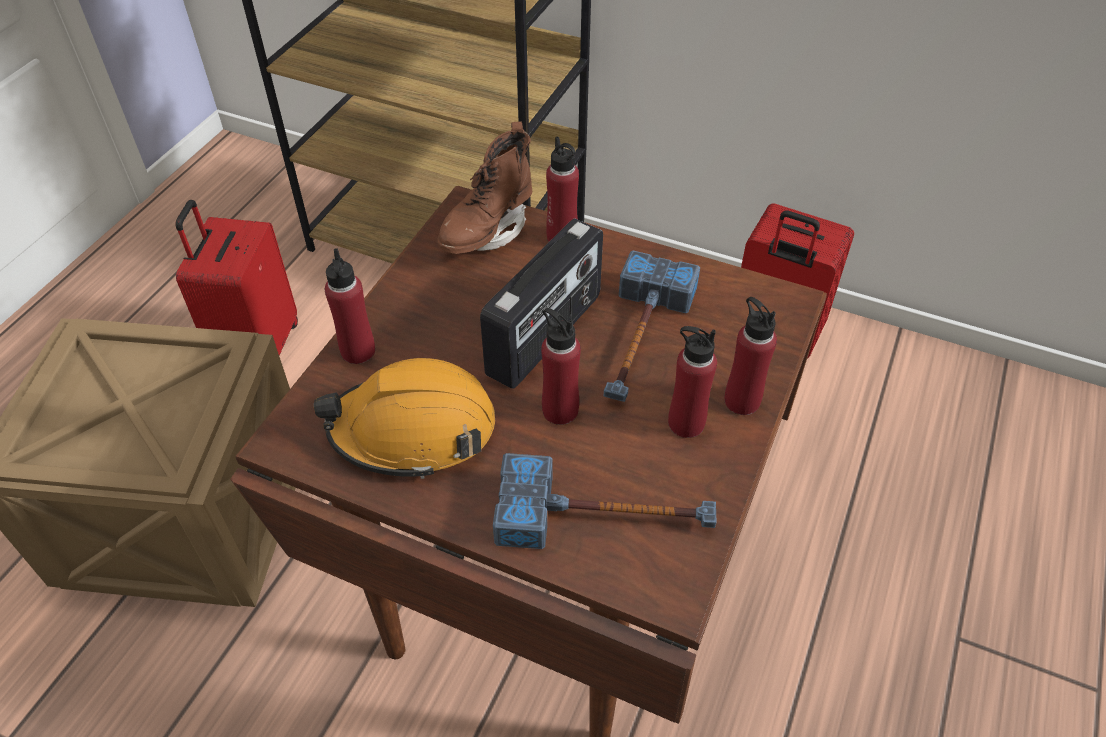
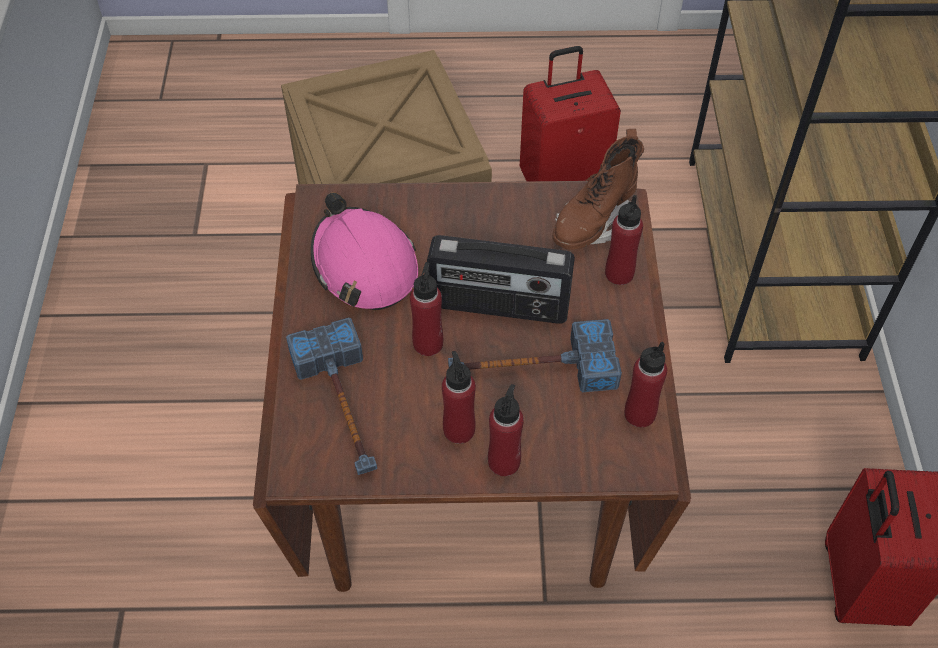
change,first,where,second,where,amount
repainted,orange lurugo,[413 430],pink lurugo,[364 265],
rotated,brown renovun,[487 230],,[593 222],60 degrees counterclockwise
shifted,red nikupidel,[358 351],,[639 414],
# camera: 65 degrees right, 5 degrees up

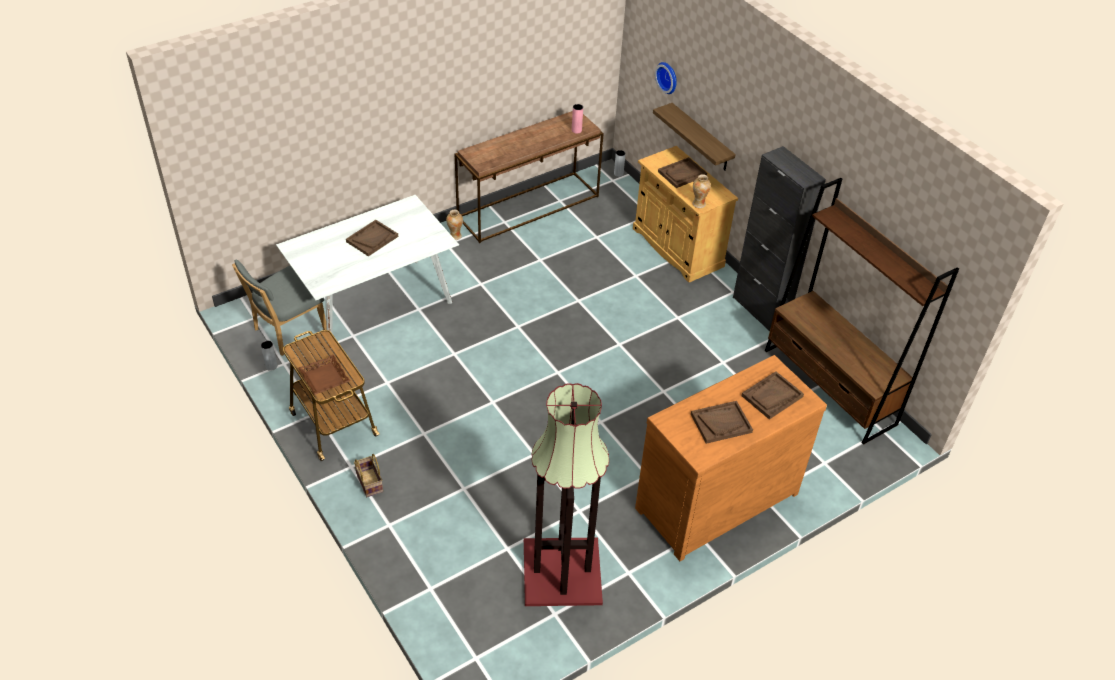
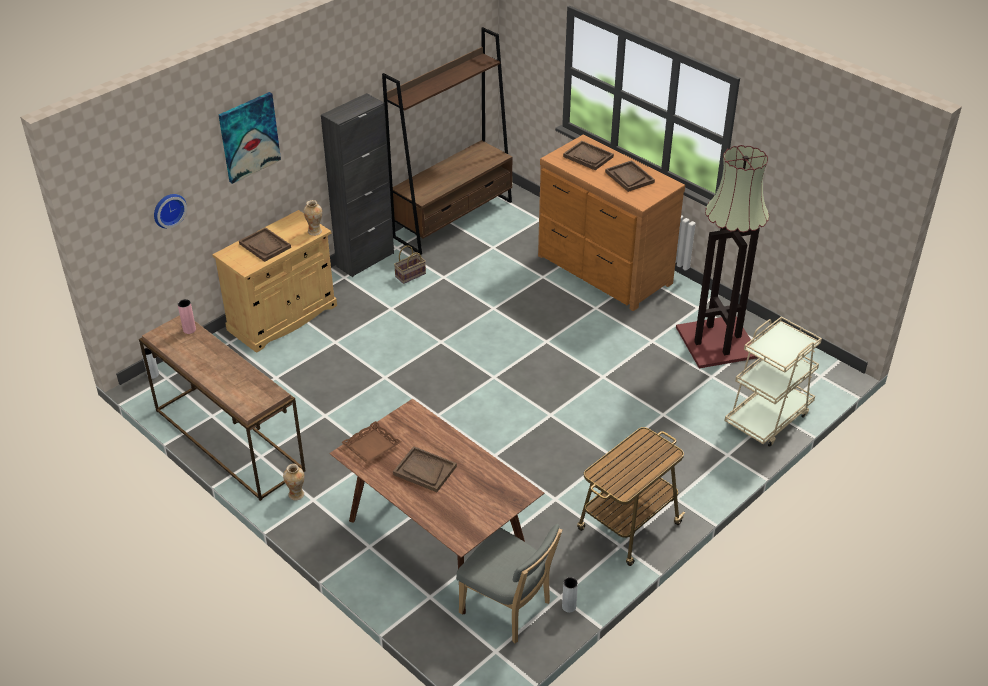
change,first,where,second,where,amount
new,,,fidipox,[249 137],
repainted,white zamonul,[374 305],brown zamonul,[439 539],
shifted,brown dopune,[324 378],,[372 446],
shifted,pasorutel,[368 482],,[410 276],
new,,,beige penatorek,[768 418],
gone,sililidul,[701 138],,,
# camera: 100 degrees left, 5 degrees down

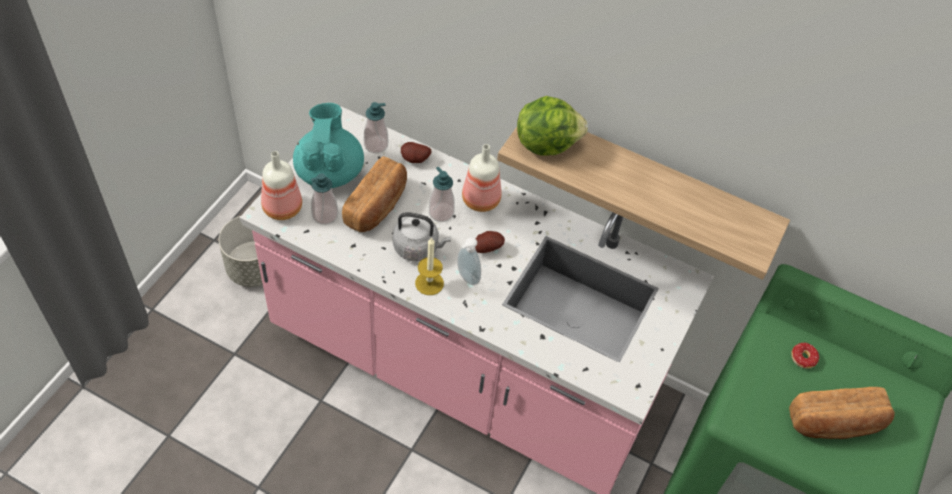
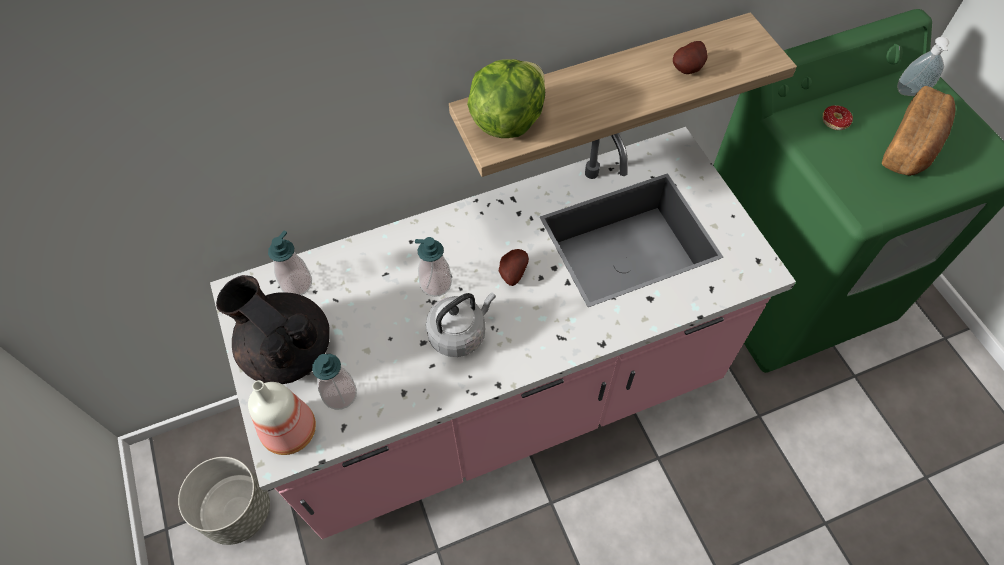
change,first,where,second,where,amount
repainted,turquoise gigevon,[329 171],black gigevon,[287 350],
shifted,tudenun,[415 160],,[689 69],
shifted,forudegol,[466 278],,[911 94],
gone,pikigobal,[377 206],,,
gone,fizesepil,[429 283],,,
gone,nikupidel,[481 199],,,
# camera: 45 degrees left, 5 degrees up

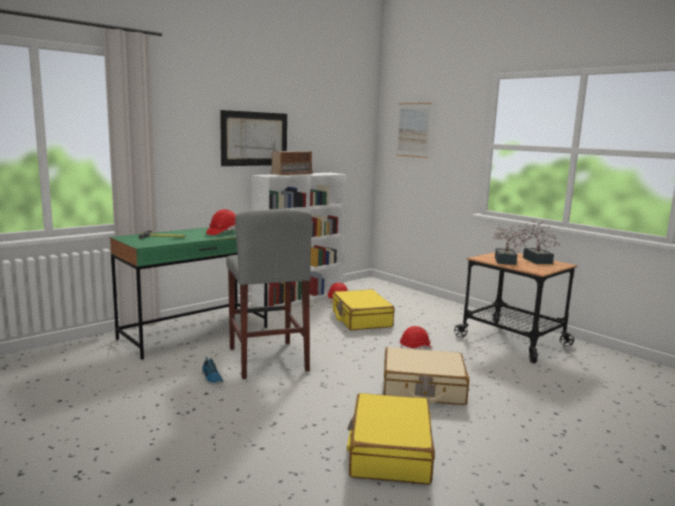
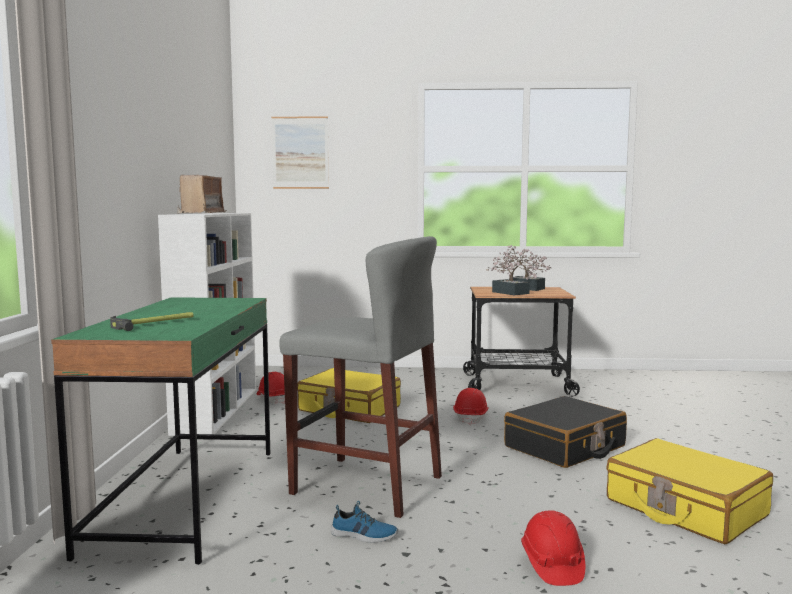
change,first,where,second,where,amount
repainted,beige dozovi,[423 388],black dozovi,[565 447],
shifted,red lurugo,[223 232],,[552 565],
gone,fidipox,[254 139],,,
# camera: 45 degrees left, 5 degrees down

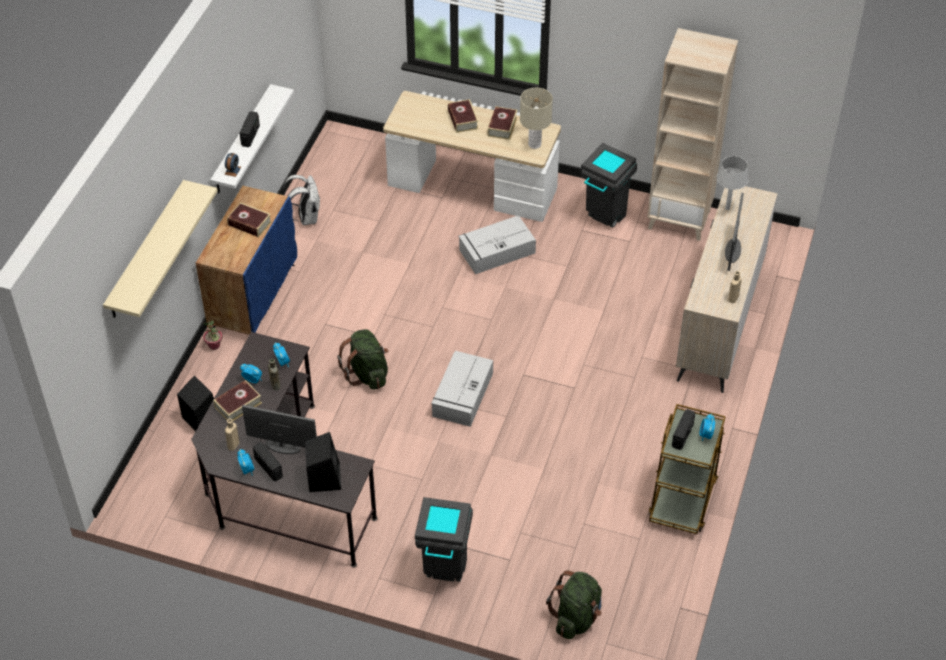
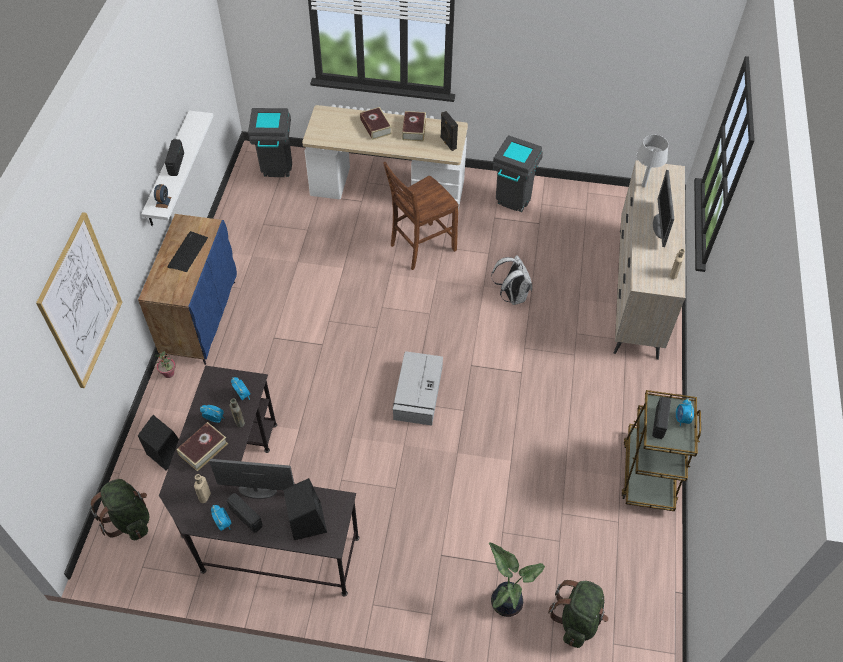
change,first,where,second,where,amount
swapped,beige sililidul,[146 250],fidipox,[81 302],
shifted,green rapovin,[367 374],,[129 519],
swapped,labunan,[249 223],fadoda,[188 252],
shifted,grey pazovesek,[444 574],,[277 173],
swapped,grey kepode,[496 252],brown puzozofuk,[421 247],
swapped,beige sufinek,[535 144],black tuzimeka,[447 143],
new,,,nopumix,[507 600],
shifted,white rapovin,[306 217],,[512 296],
gone,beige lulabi,[679 219],,,
# camera: 10 degrees left, 5 degrees up

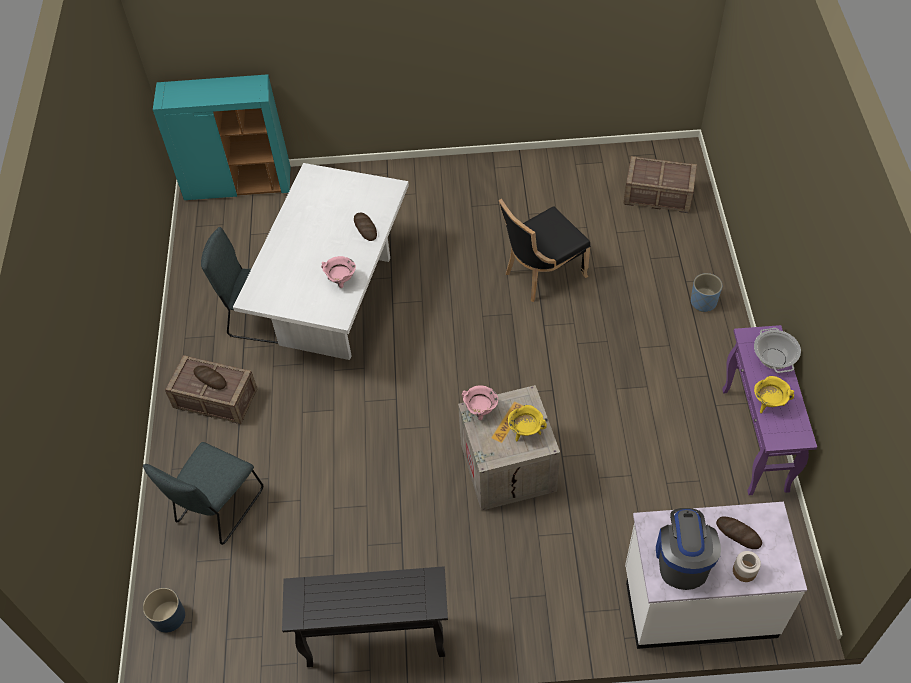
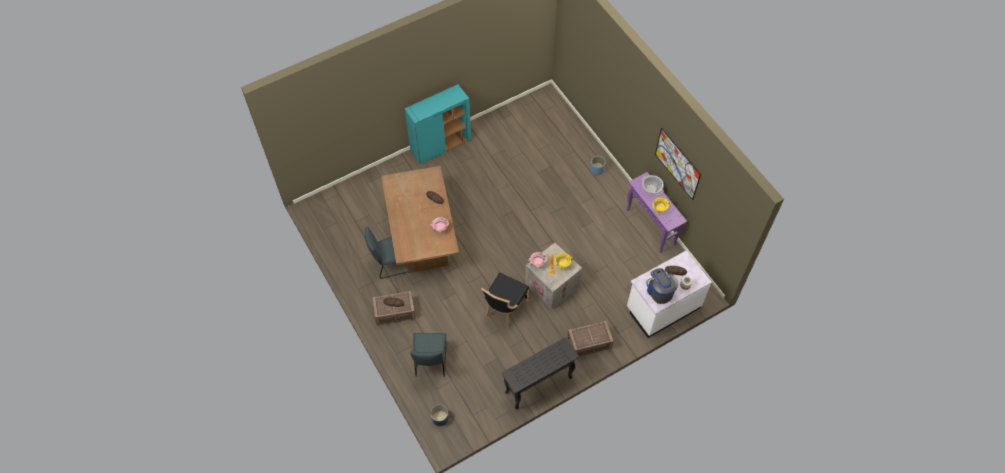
change,first,where,second,where,amount
repainted,white zamonul,[336 301],brown zamonul,[423 239],
shifted,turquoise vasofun,[238 184],,[441 145],
shifted,black puzozofuk,[541 274],,[504 308],
shifted,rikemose,[658 195],,[589 343],
new,,,fidipox,[677 163],
# camera: 30 degrees left, 5 degrees up

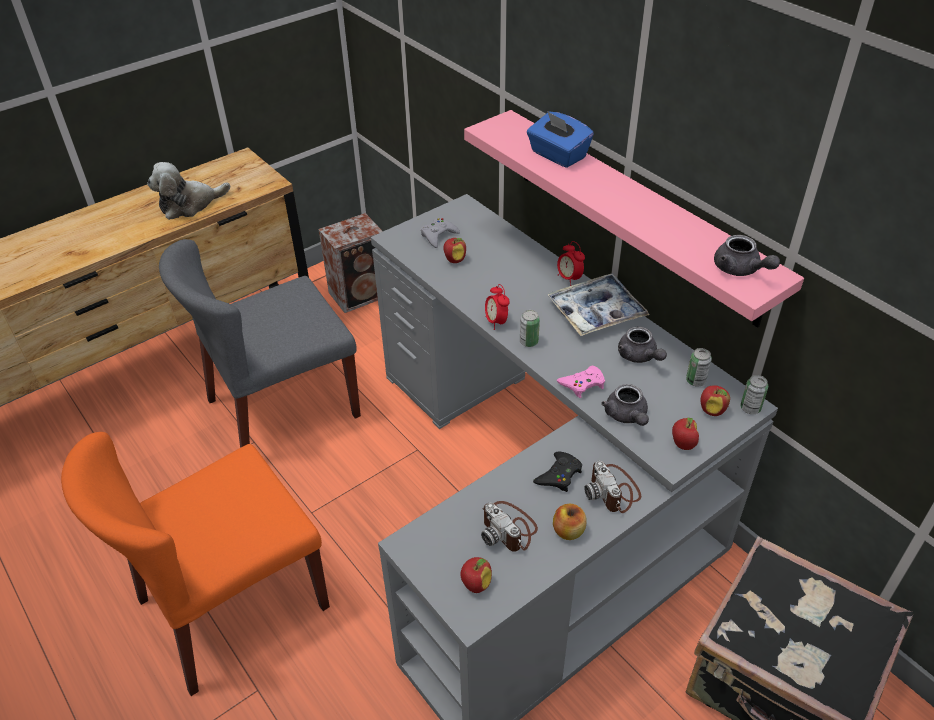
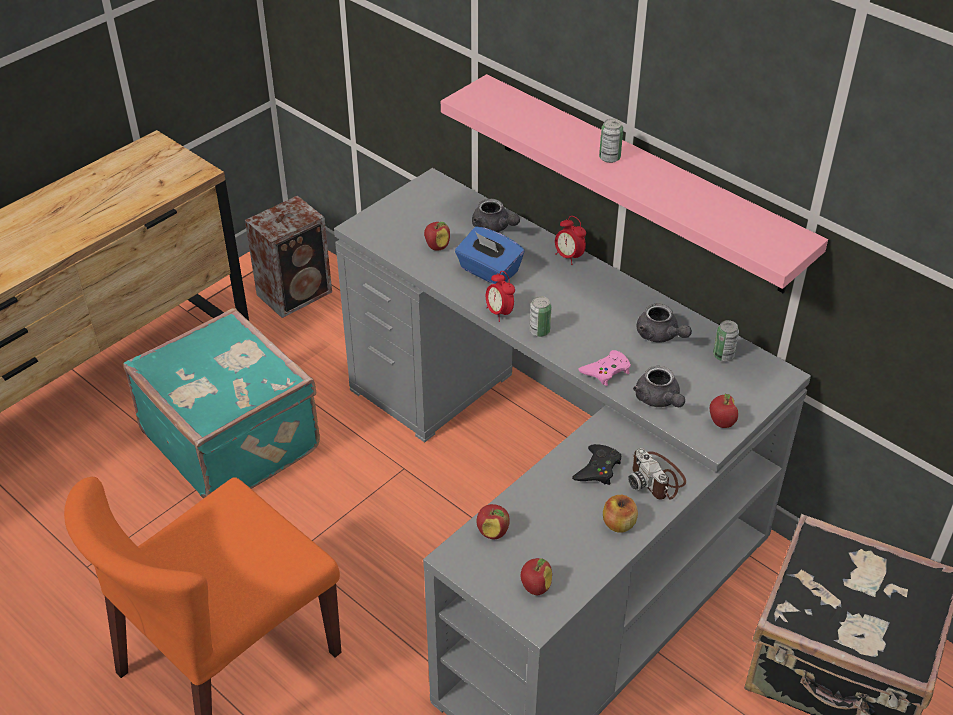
change,first,where,second,where,amount
swapped,grey puzozofuk,[282 409],turquoise dozovi,[233 439],
shifted,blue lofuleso,[557 155],,[488 271],
shifted,grey gigevon,[740 270],,[494 228],
shifted,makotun,[712 410],,[493 532],
shifted,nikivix,[750 408],,[609 158],
gone,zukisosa,[189 205],,,
gone,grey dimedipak,[438 235],,,
gone,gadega,[509 528],,,
gone,dopune,[596 312],,,
# camera: 10 degrees left, 0 degrees up

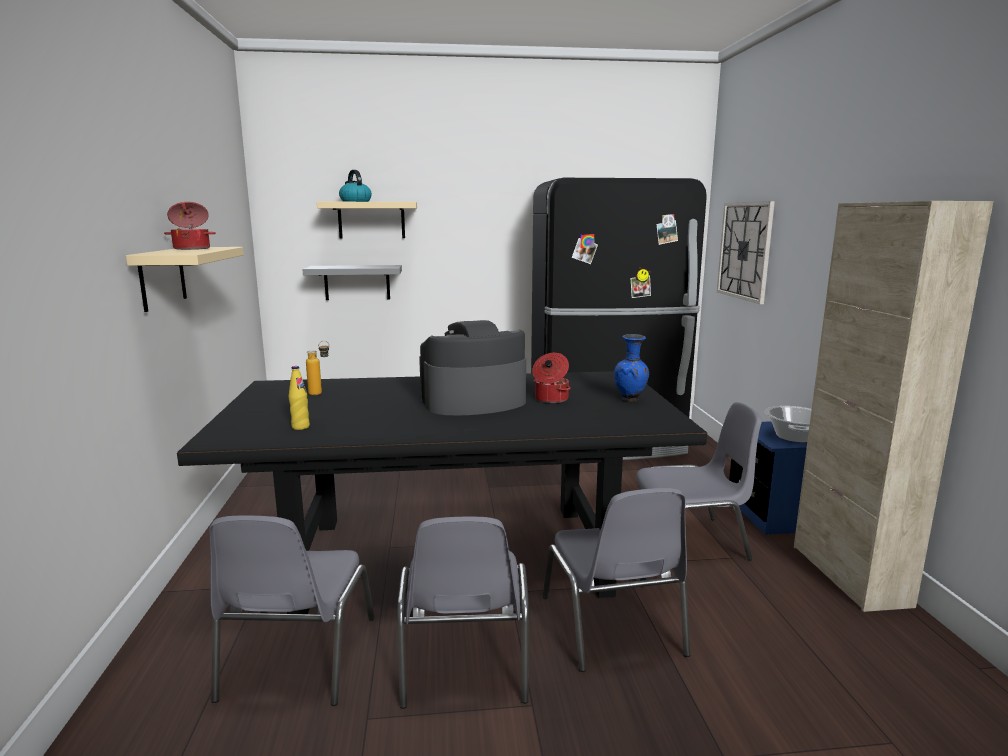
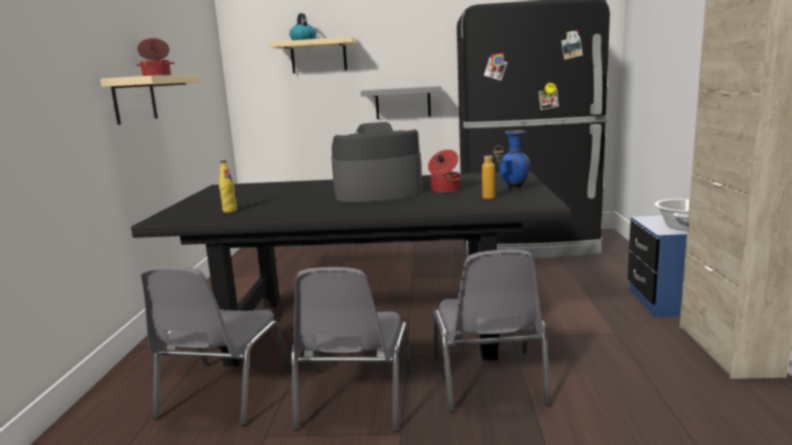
change,first,where,second,where,amount
shifted,grey sililidul,[357 282],,[403 103],
shifted,nikupidel,[320 393],,[493 197],
gone,grey puzozofuk,[689 541],,,
gone,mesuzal,[745 250],,,
# camera: 10 degrees right, 0 degrees up

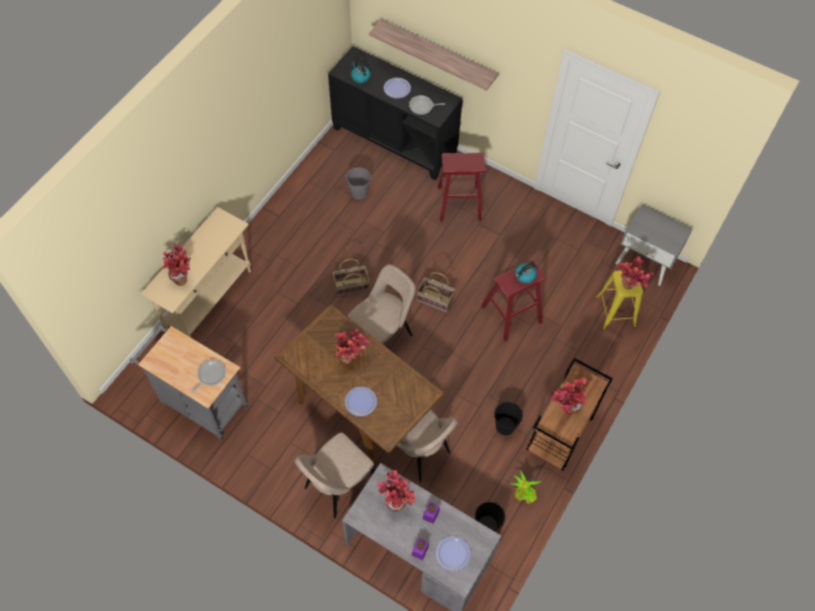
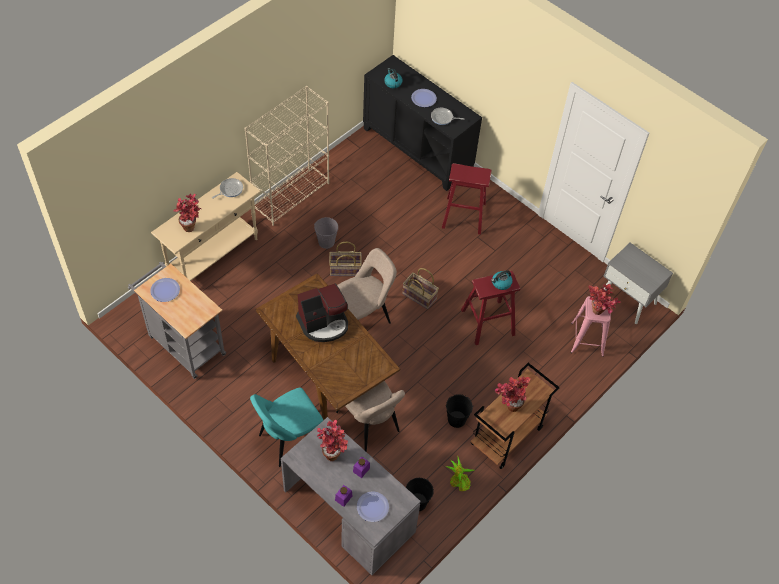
change,first,where,second,where,amount
shifted,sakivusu,[361 401],,[165 290],
shifted,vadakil,[210 375],,[230 189],
new,,,beige lulabi,[291 195],
repainted,beige puzozofuk,[337 486],turquoise puzozofuk,[289 439],
swapped,nopumix,[351 359],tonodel,[324 323],
shifted,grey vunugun,[359 192],,[326 242],
repainted,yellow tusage,[615 312],pink tusage,[587 339],
gone,sililidul,[438 53],,,
# camera: 10 degrees right, 5 degrees down

